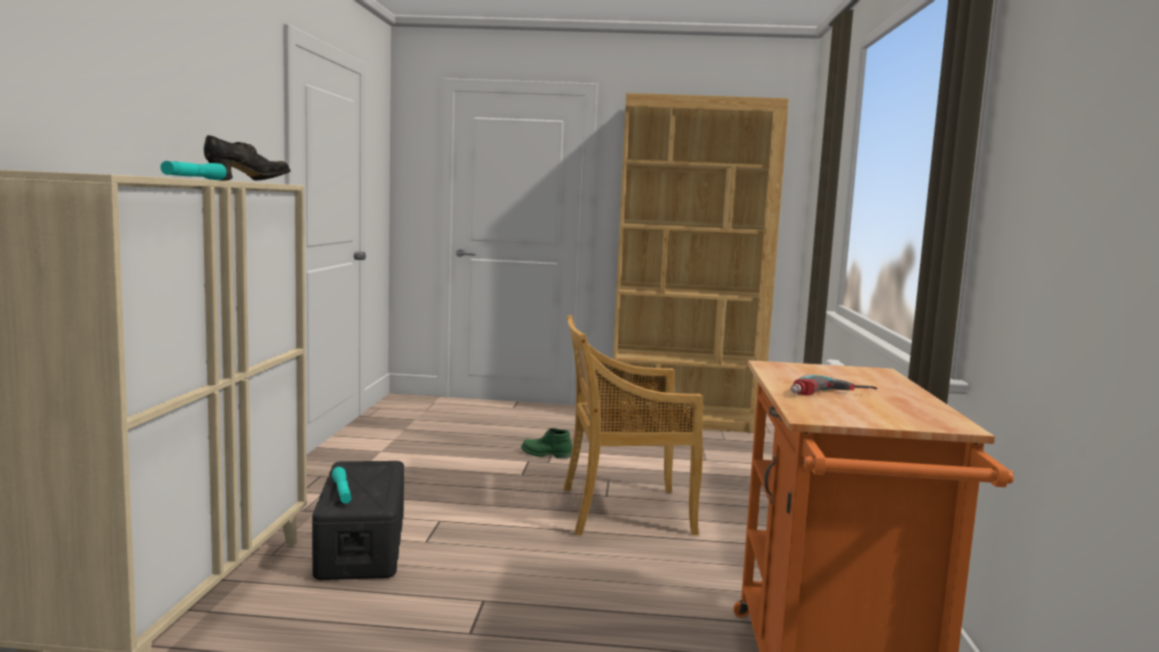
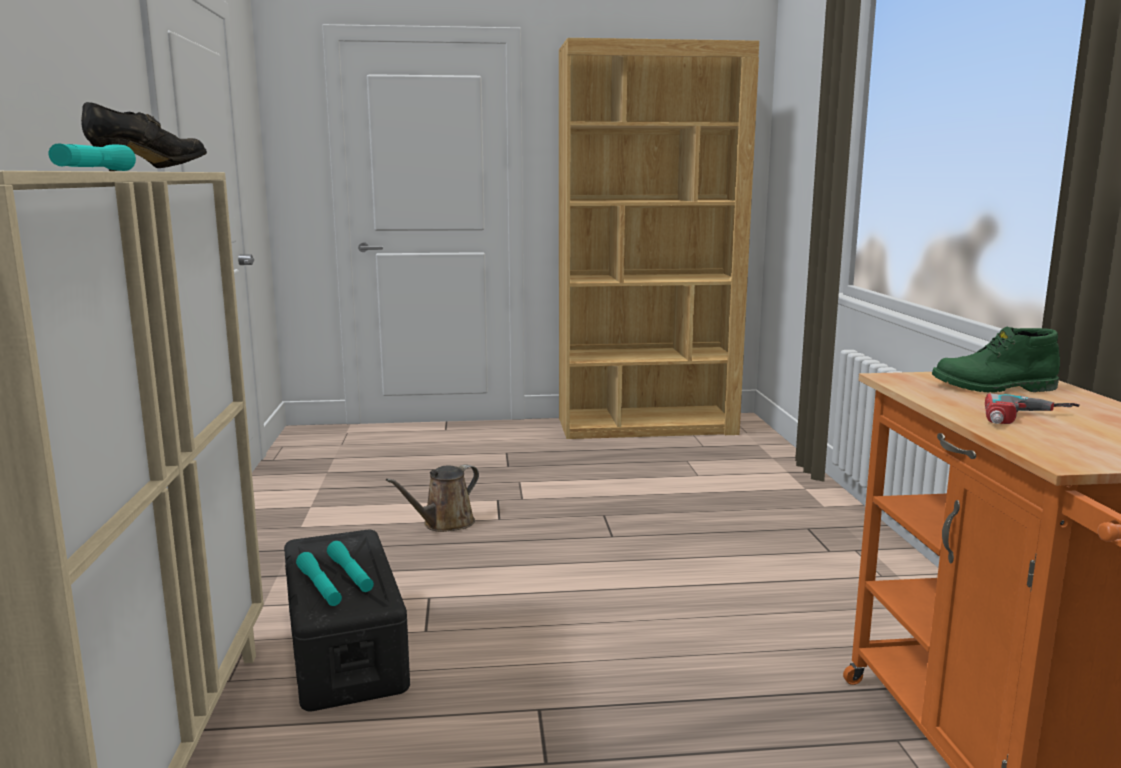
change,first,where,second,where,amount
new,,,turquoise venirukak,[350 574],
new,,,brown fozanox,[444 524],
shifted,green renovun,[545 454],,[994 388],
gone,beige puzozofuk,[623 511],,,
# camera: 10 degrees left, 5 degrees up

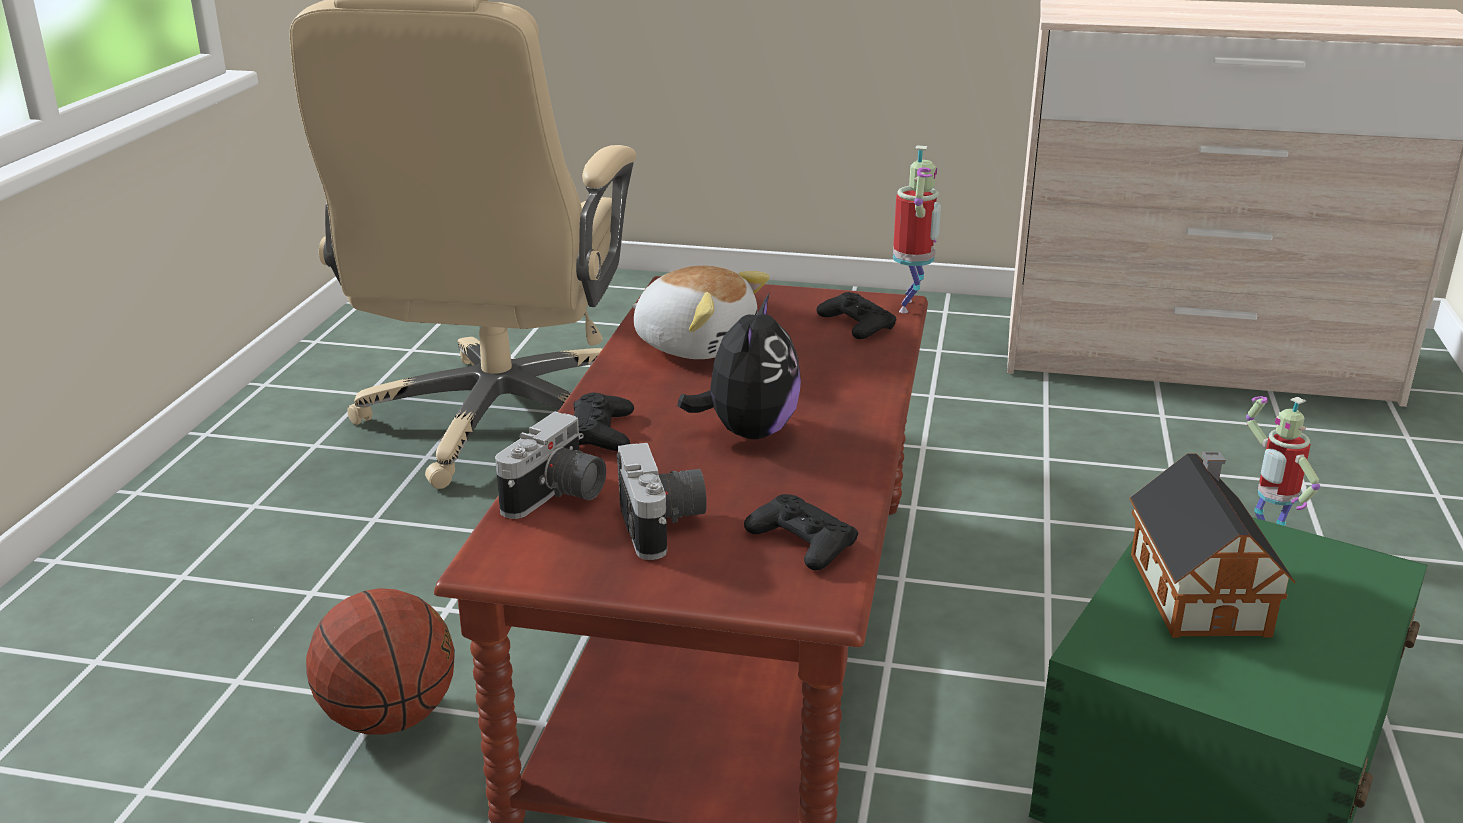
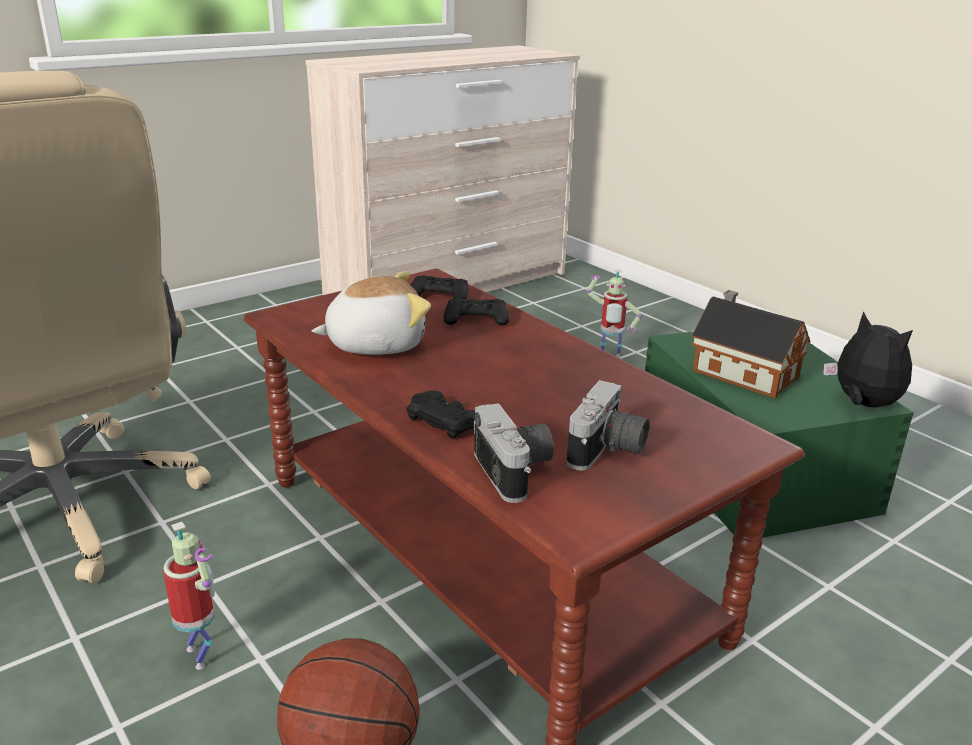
change,first,where,second,where,amount
shifted,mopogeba,[911 307],,[201 655],
shifted,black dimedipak,[802 542],,[476 319],
rotated,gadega,[664 525],,[608 451],90 degrees clockwise
shifted,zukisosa,[748 432],,[862 404],
# camera: 50 degrees left, 0 degrees up

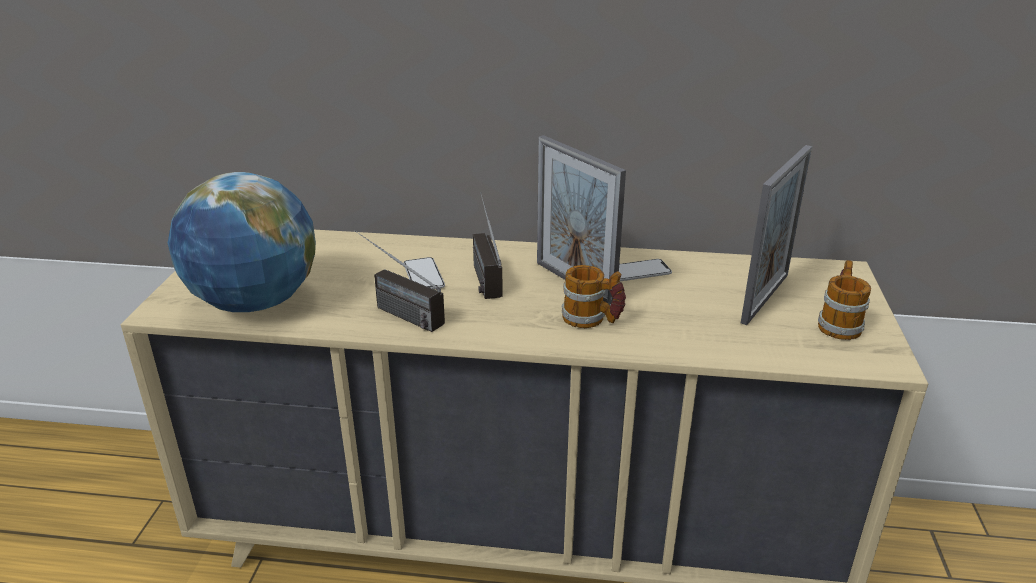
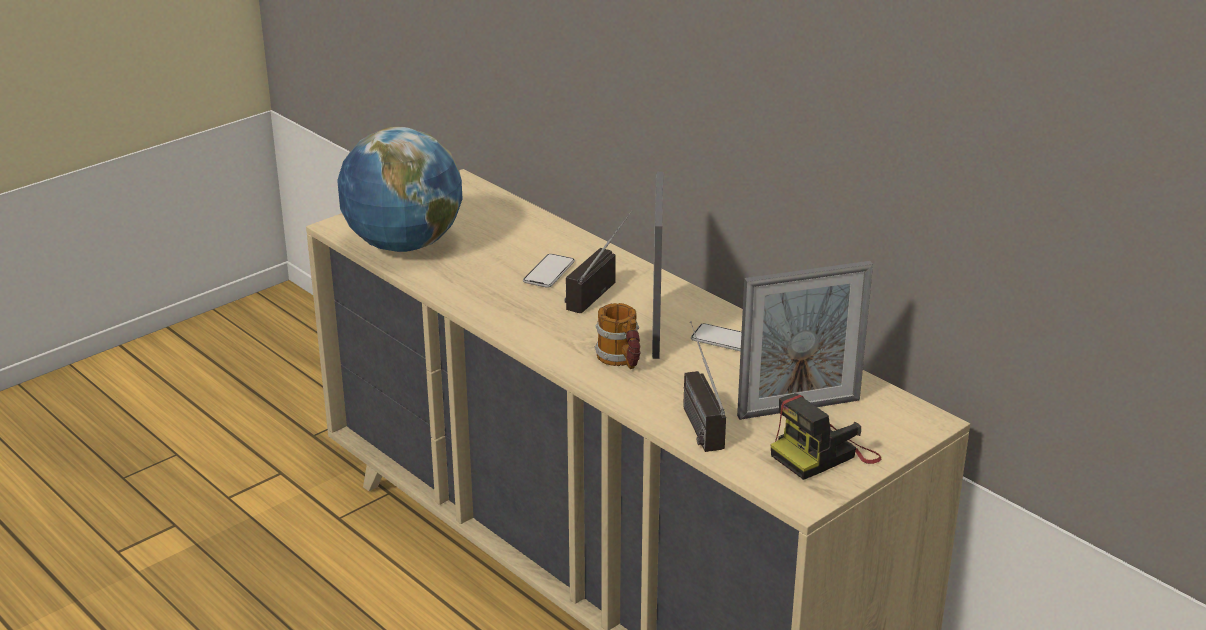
change,first,where,second,where,amount
shifted,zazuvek,[394 310],,[695 416],
swapped,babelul,[839 323],gadega,[824 454],
# camera: 40 degrees right, 0 degrees up

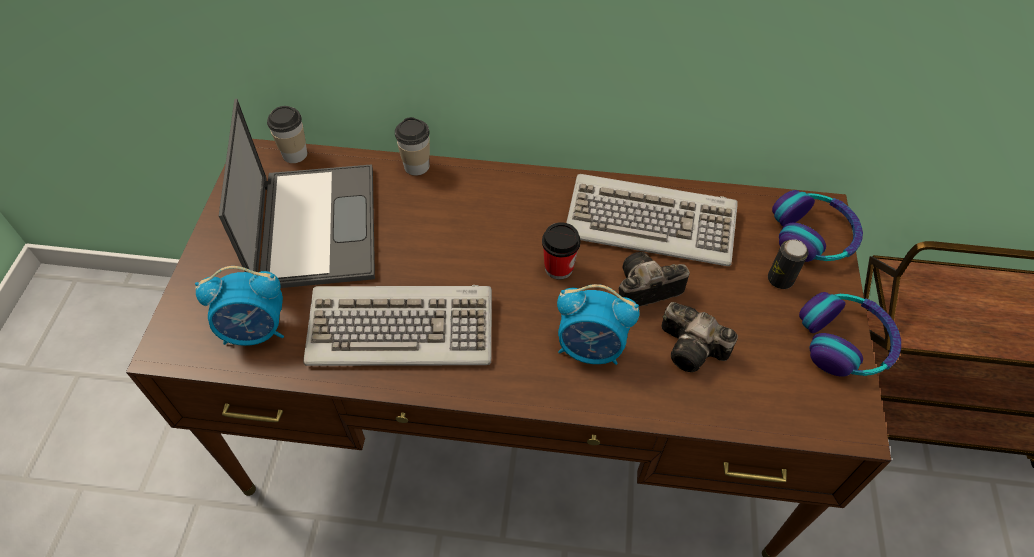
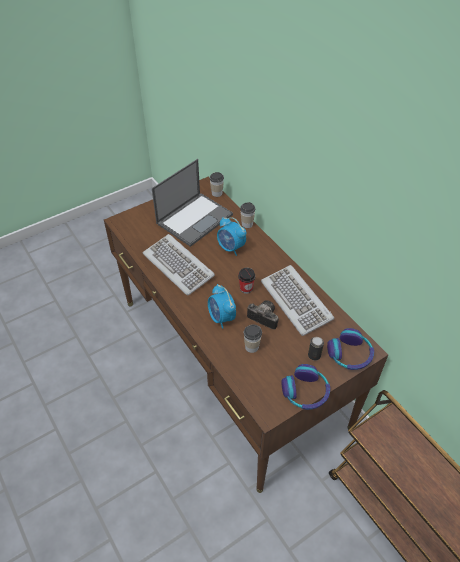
change,first,where,second,where,amount
shifted,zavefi,[256 331],,[231 248],
swapped,gadega,[694 350],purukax,[252 347],
# camera: 50 degrees right, 5 degrees down

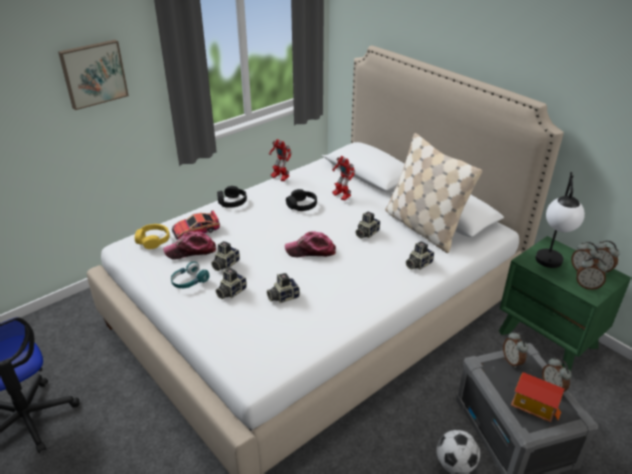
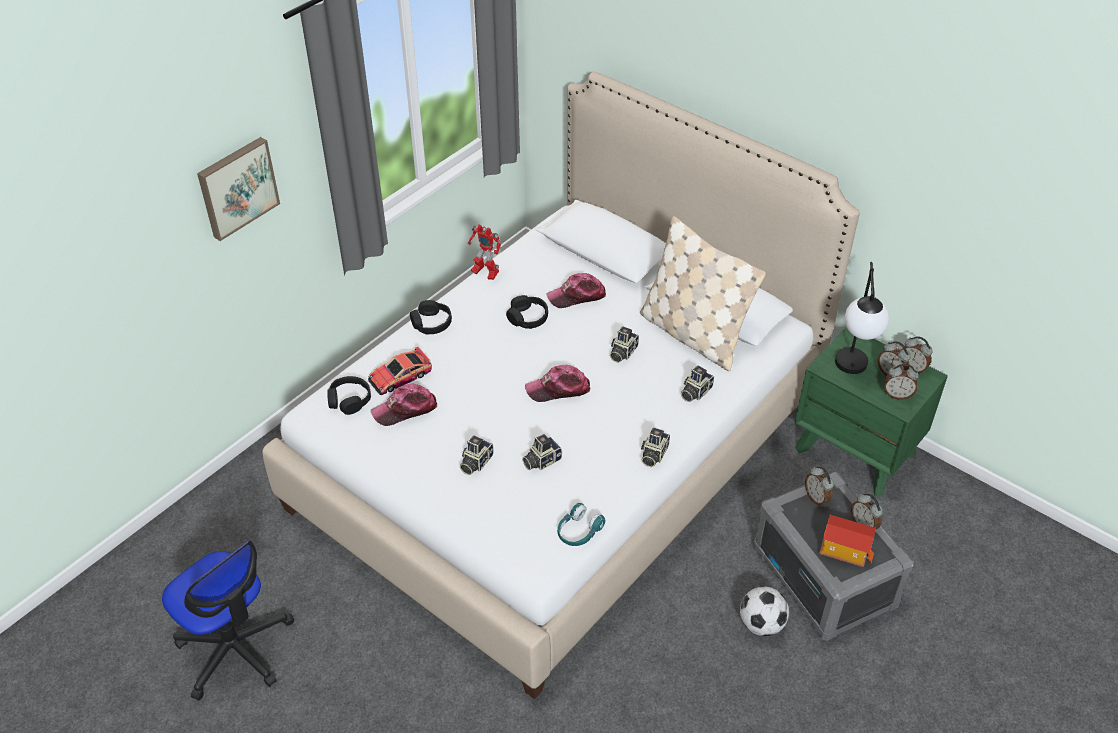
change,first,where,second,where,amount
repainted,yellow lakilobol,[153 240],black lakilobol,[349 400],
swapped,mopogeba,[341 196],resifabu,[577 296],
shifted,turquoise lakilobol,[189 282],,[578 532],
shifted,gadega,[225 264],,[653 454],
# camera: 10 degrees left, 10 degrees up

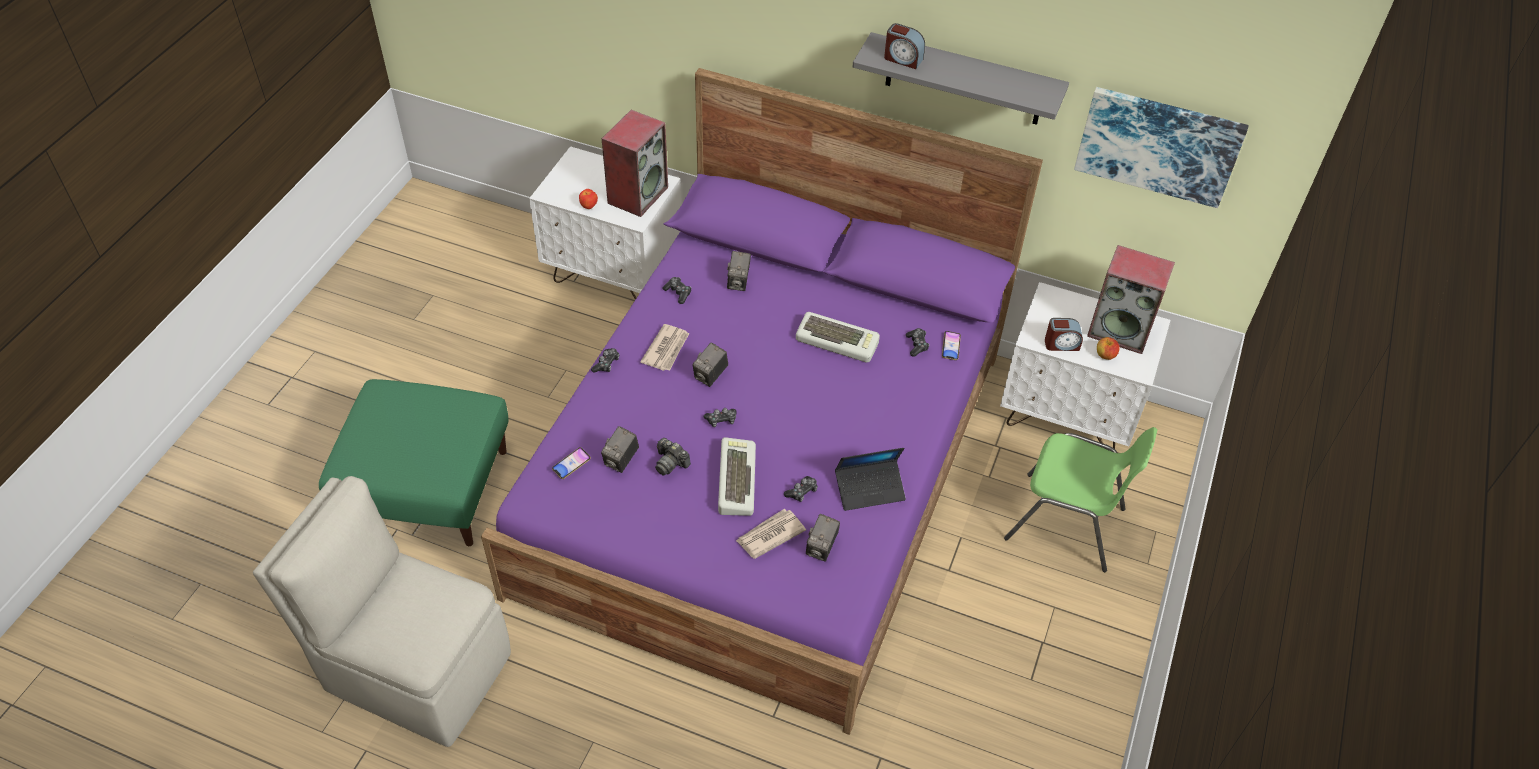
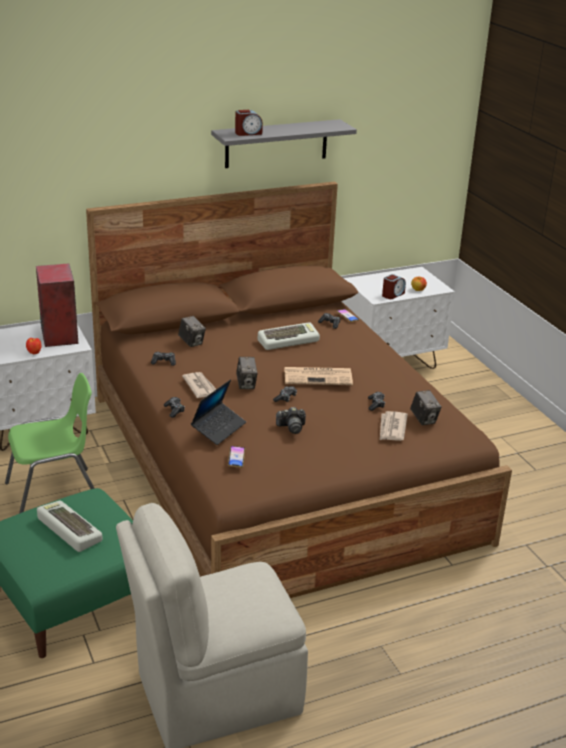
change,first,where,second,where,amount
shifted,green puzozofuk,[1067 524],,[55 495],
shifted,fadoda,[735 480],,[67 530],
repainted,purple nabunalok,[768 469],brown nabunalok,[279 464],
shifted,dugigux,[869 489],,[218 428],
new,,,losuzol,[319 376],
gone,gadega,[621 460],,,
gone,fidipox,[1158 145],,,
gone,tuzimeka,[1120 330],,,
# camera: 45 degrees left, 20 degrees down

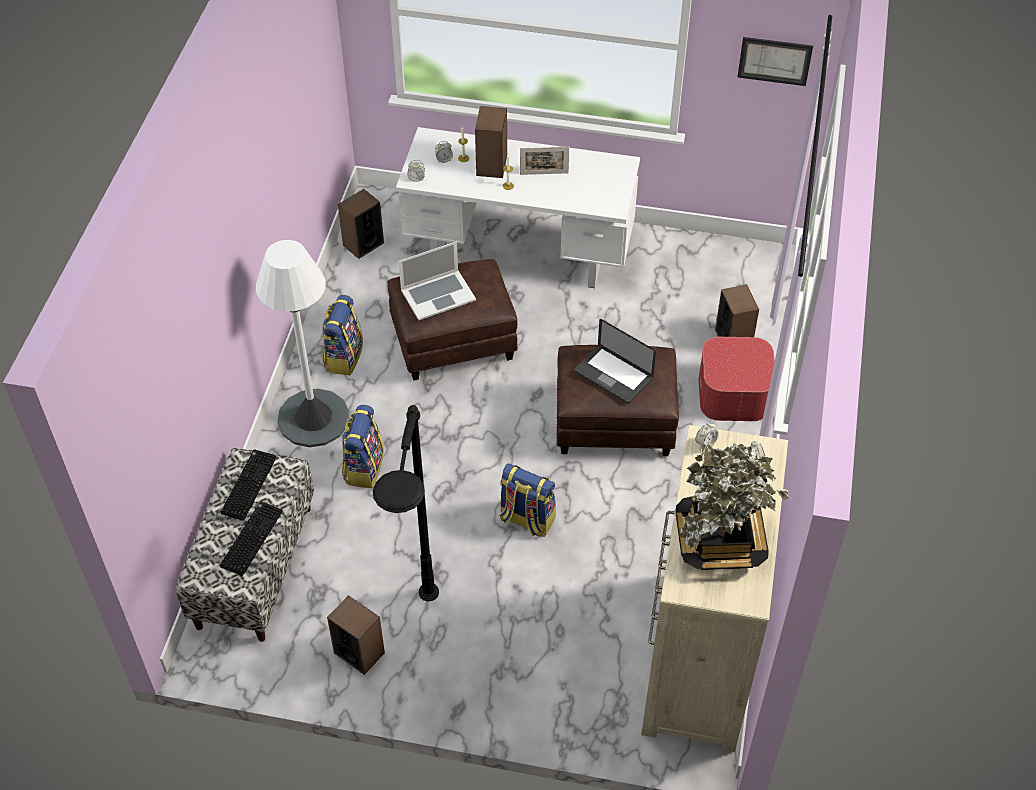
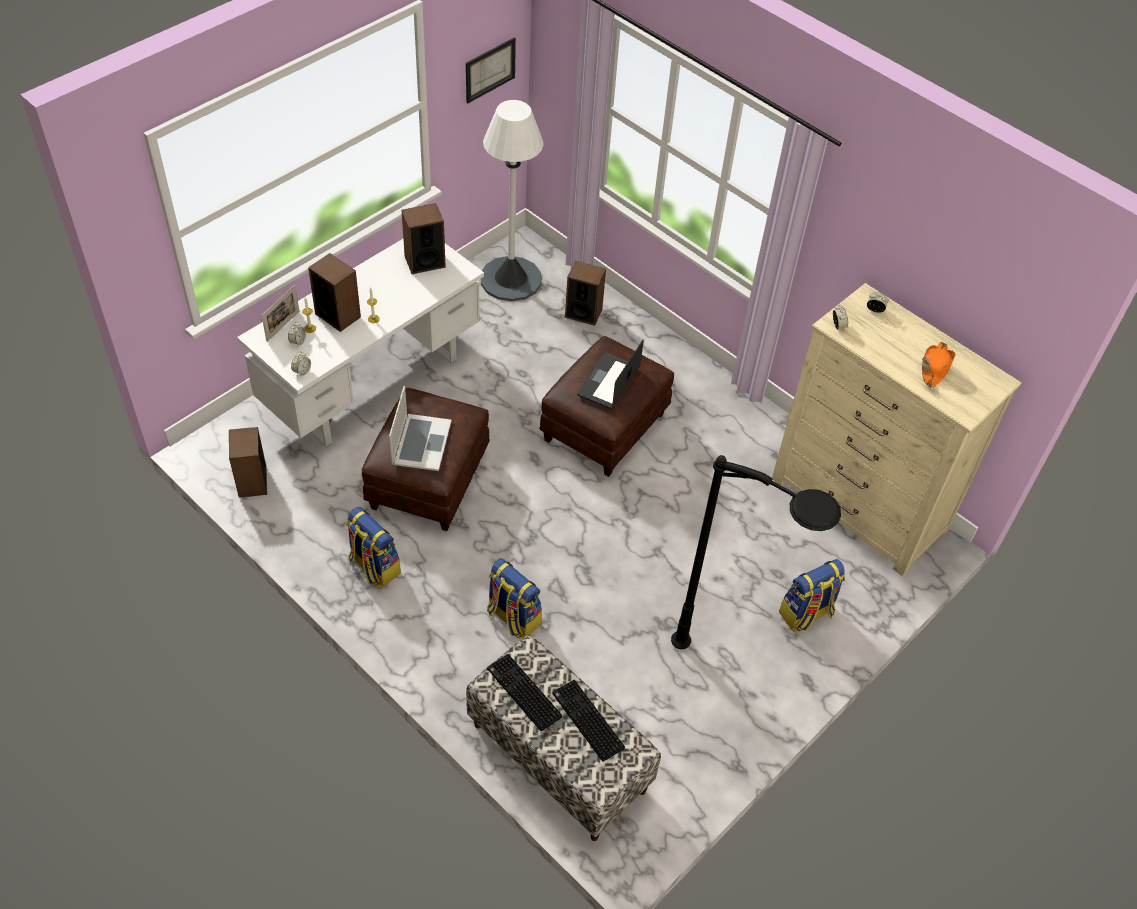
change,first,where,second,where,amount
shifted,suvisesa,[544 173],,[283 326],
shifted,tuzimeka,[359 652],,[424 261],
shifted,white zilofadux,[313 418],,[510 279],
rotated,dugigux,[613 375],,[608 382],135 degrees clockwise
shifted,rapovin,[526 519],,[806 614],
swapped,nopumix,[720 540],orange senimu,[935 367],
gone,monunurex,[734 394],,,
# camera: 60 degrees left, 0 degrees up

